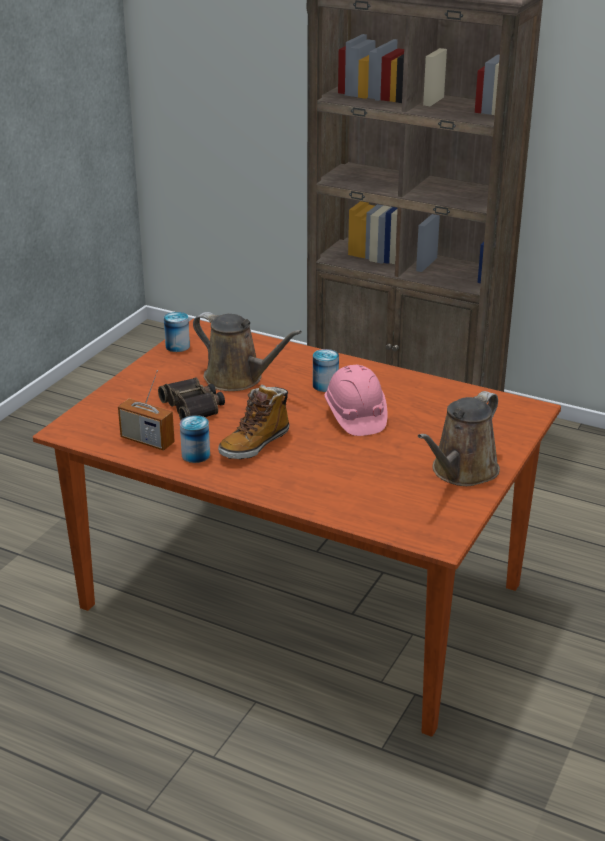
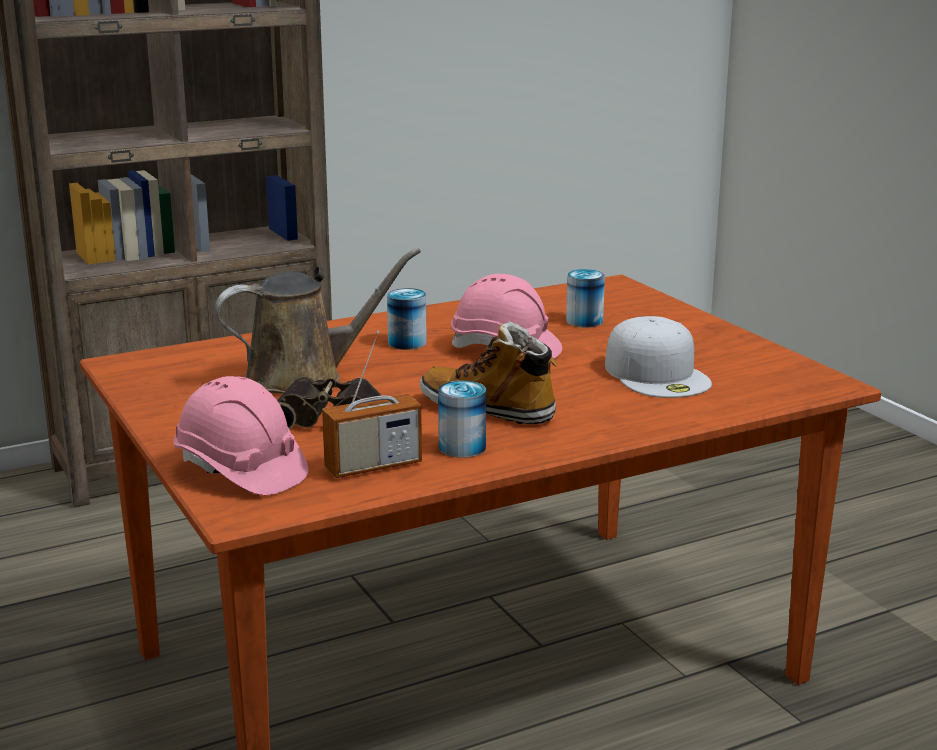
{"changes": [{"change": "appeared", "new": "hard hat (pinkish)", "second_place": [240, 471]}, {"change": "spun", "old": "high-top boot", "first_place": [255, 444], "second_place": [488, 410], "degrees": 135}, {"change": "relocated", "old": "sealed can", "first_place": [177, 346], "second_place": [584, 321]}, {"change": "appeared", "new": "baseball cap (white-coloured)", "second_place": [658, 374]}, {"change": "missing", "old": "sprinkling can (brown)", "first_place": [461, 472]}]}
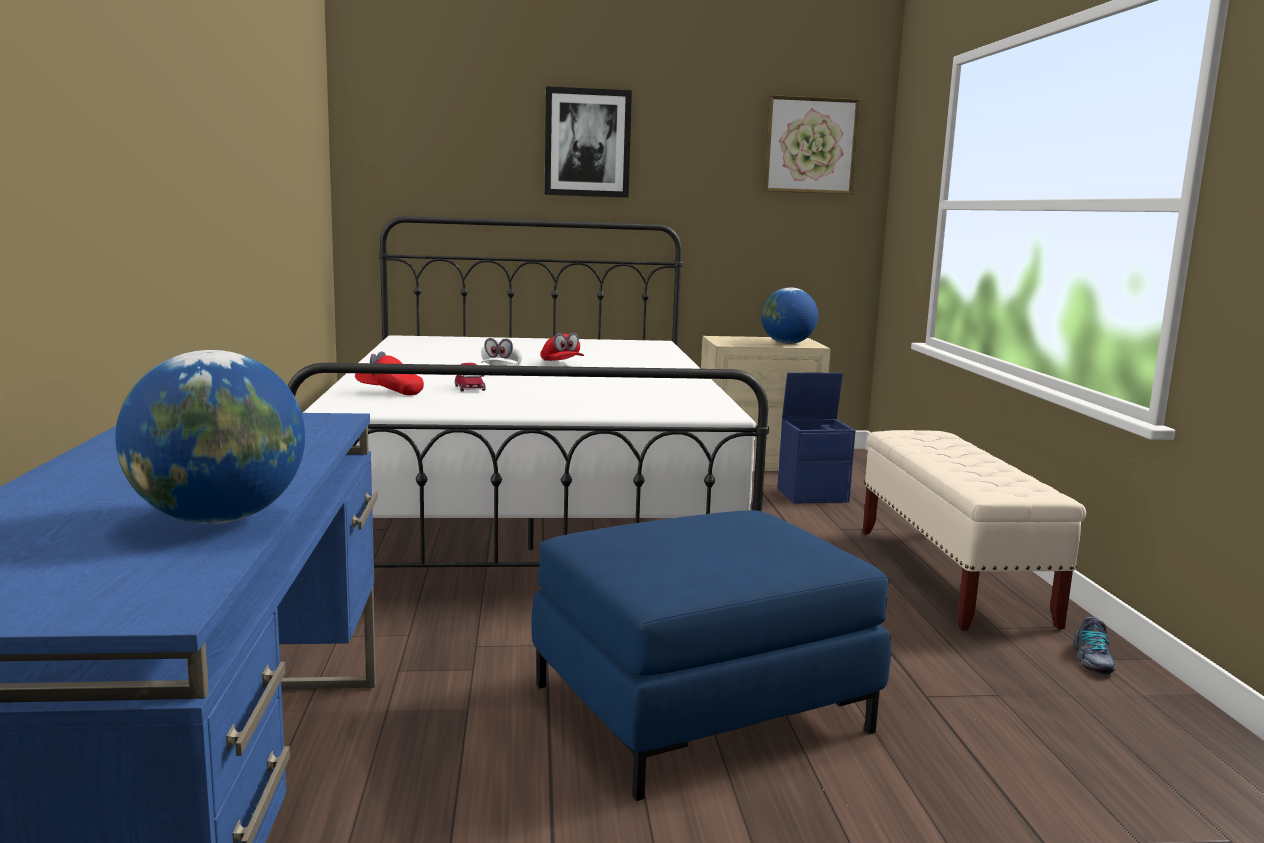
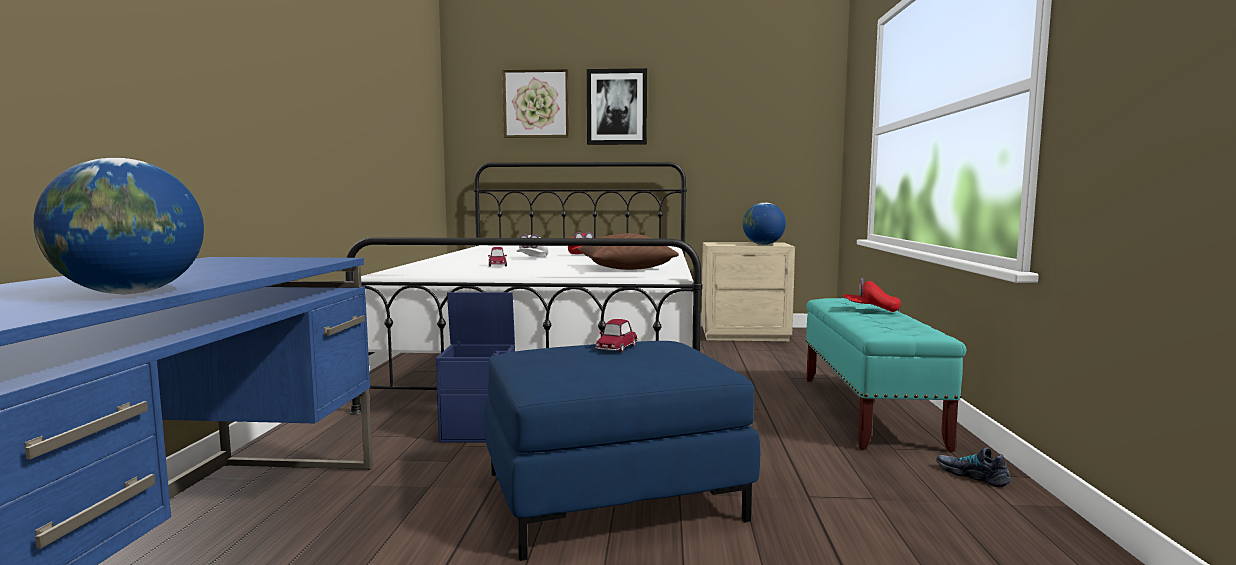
{"changes": [{"change": "relocated", "old": "storage container (blue-coloured)", "first_place": [813, 495], "second_place": [481, 431]}, {"change": "relocated", "old": "wall art", "first_place": [810, 145], "second_place": [536, 104]}, {"change": "appeared", "new": "cushion (brown)", "second_place": [625, 268]}, {"change": "appeared", "new": "model car", "second_place": [616, 348]}, {"change": "colour", "old": "long seat (beige-coloured)", "new": "long seat (turquoise)", "first_place": [951, 576], "second_place": [868, 411]}, {"change": "relocated", "old": "baseball cap (red-coloured)", "first_place": [389, 392], "second_place": [871, 310]}, {"change": "spun", "old": "low shoe", "first_place": [1092, 660], "second_place": [972, 475], "degrees": 120}]}
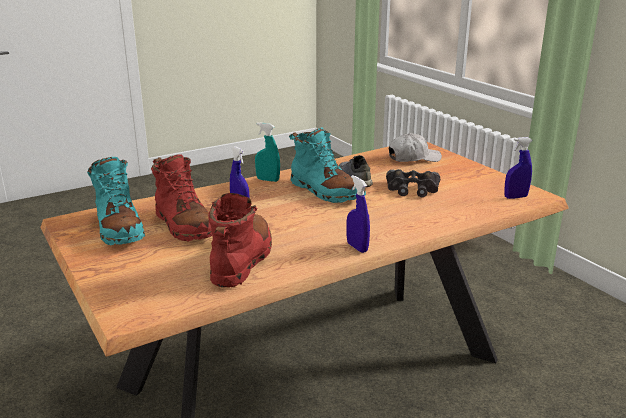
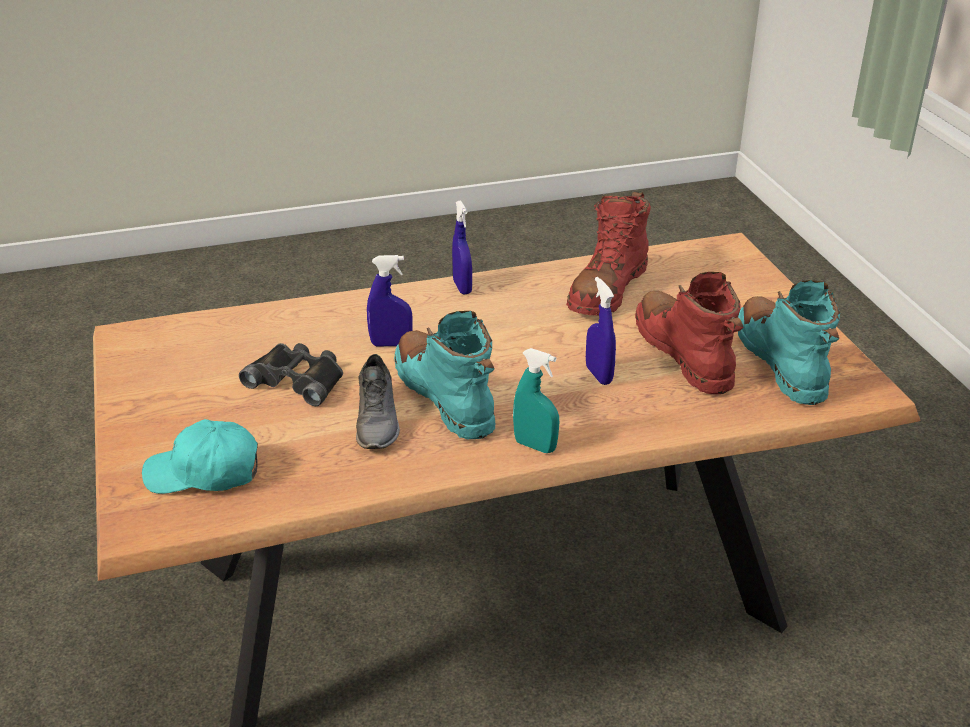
{"changes": [{"change": "colour", "old": "baseball cap (white-coloured)", "new": "baseball cap (turquoise)", "first_place": [413, 158], "second_place": [204, 473]}, {"change": "relocated", "old": "sprayer (blue-coloured)", "first_place": [515, 197], "second_place": [391, 344]}]}
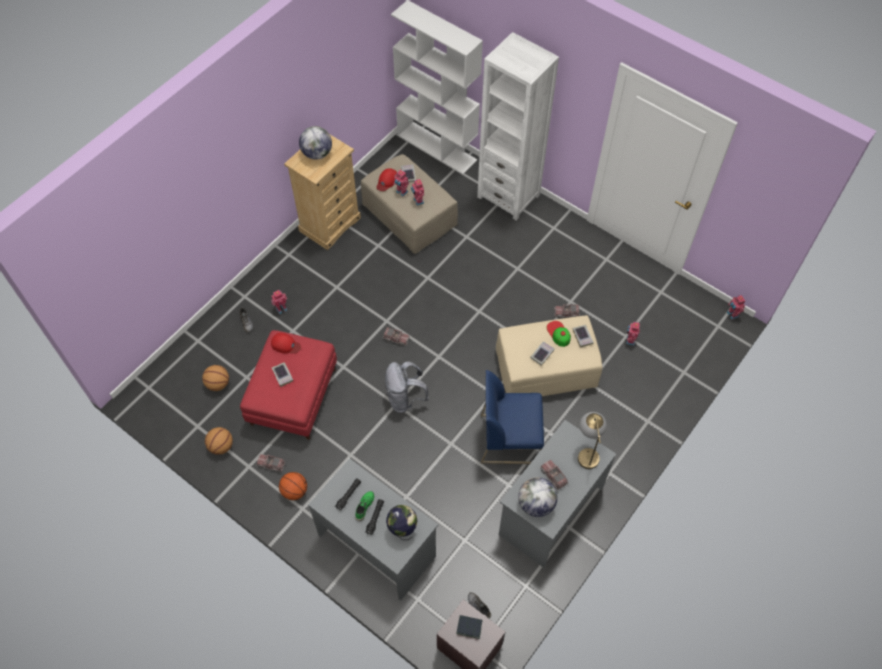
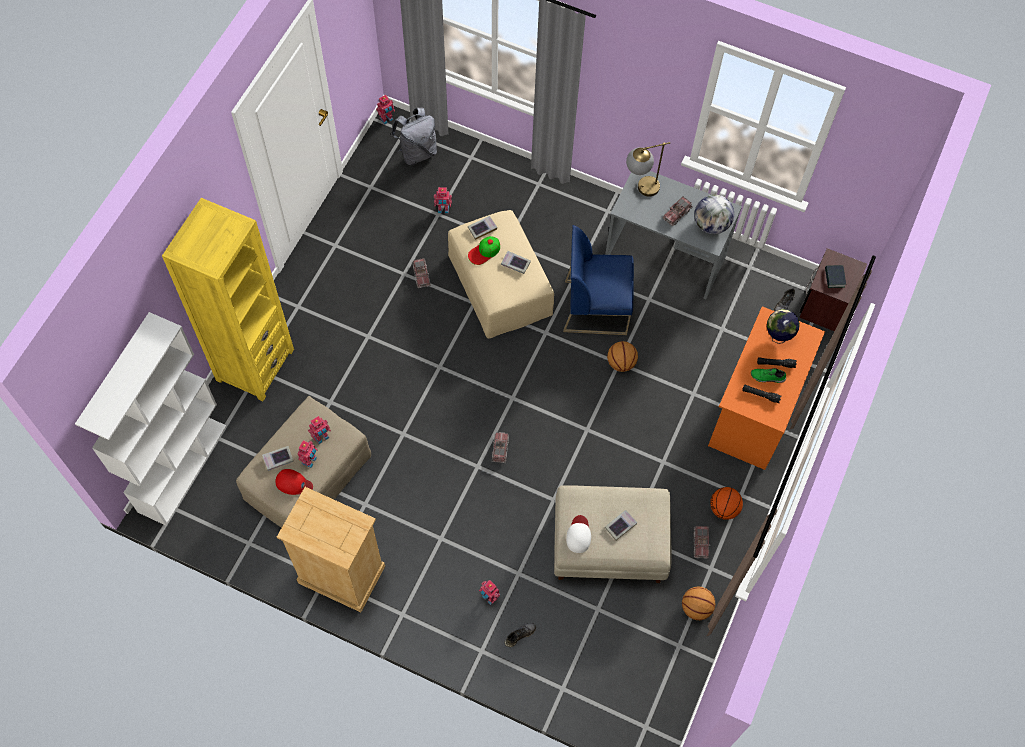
{"changes": [{"change": "colour", "old": "shelving unit (white-coloured)", "new": "shelving unit (yellow)", "first_place": [508, 196], "second_place": [255, 365]}, {"change": "relocated", "old": "knapsack (grey)", "first_place": [405, 398], "second_place": [417, 152]}, {"change": "colour", "old": "pouffe (red-coloured)", "new": "pouffe (beige-coloured)", "first_place": [293, 396], "second_place": [608, 545]}, {"change": "spun", "old": "chair (blue-coloured)", "first_place": [509, 438], "second_place": [596, 307], "degrees": 105}, {"change": "colour", "old": "baseball cap (red-coloured)", "new": "baseball cap (white-coloured)", "first_place": [285, 345], "second_place": [578, 535]}, {"change": "relocated", "old": "basketball ball", "first_place": [218, 383], "second_place": [620, 363]}, {"change": "colour", "old": "desk (grey)", "new": "desk (orangey)", "first_place": [377, 545], "second_place": [754, 409]}, {"change": "missing", "old": "desk globe", "first_place": [317, 153]}]}
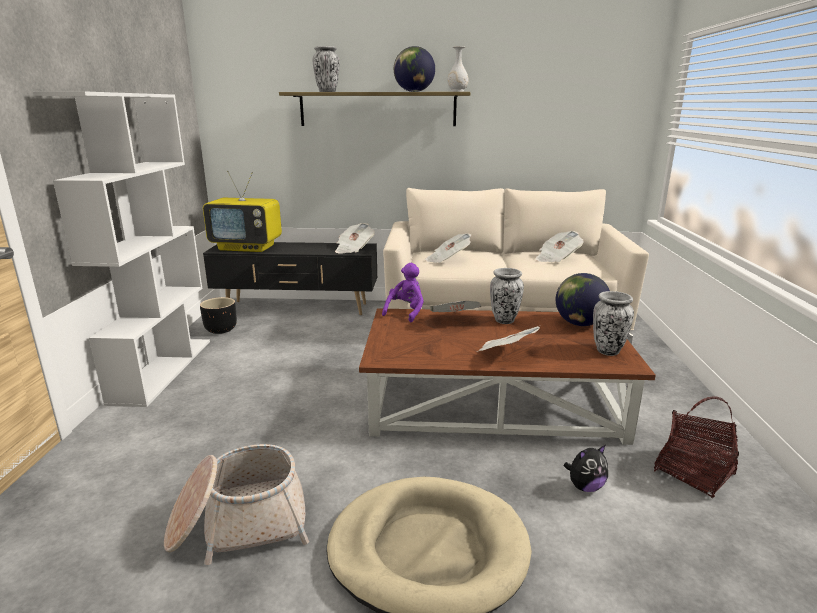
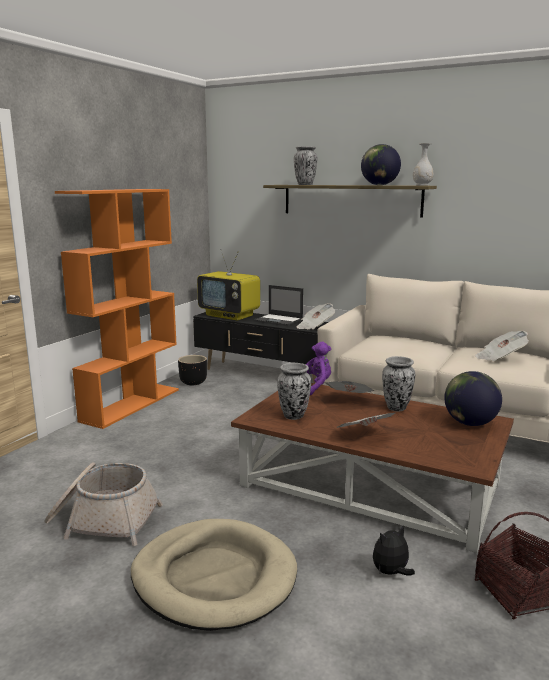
{"changes": [{"change": "colour", "old": "shelving unit (white-coloured)", "new": "shelving unit (orangey)", "first_place": [162, 369], "second_place": [131, 404]}, {"change": "appeared", "new": "laptop", "second_place": [279, 320]}, {"change": "relocated", "old": "vase", "first_place": [608, 351], "second_place": [294, 416]}, {"change": "spun", "old": "cuddly toy", "first_place": [585, 487], "second_place": [391, 573], "degrees": 150}, {"change": "missing", "old": "printed paper", "first_place": [447, 260]}]}
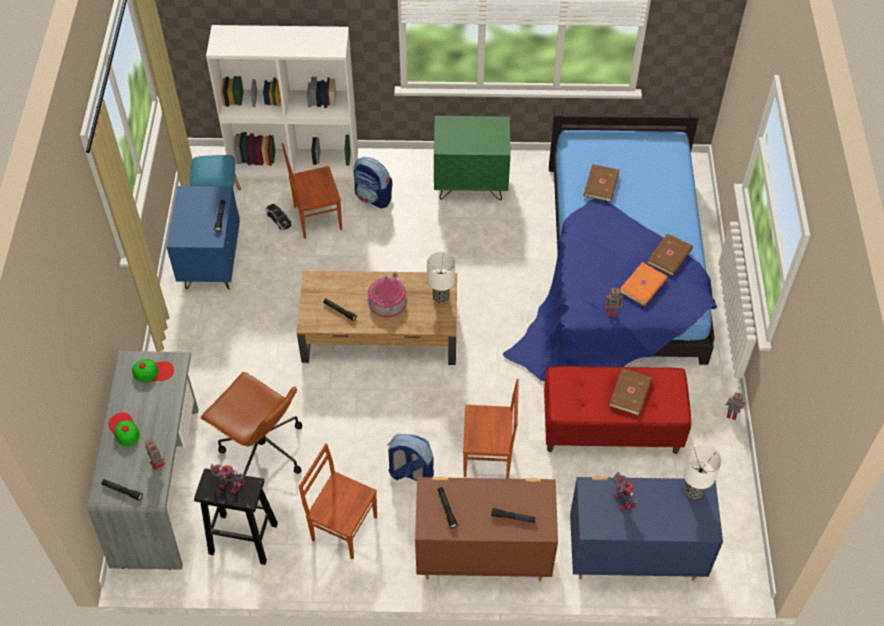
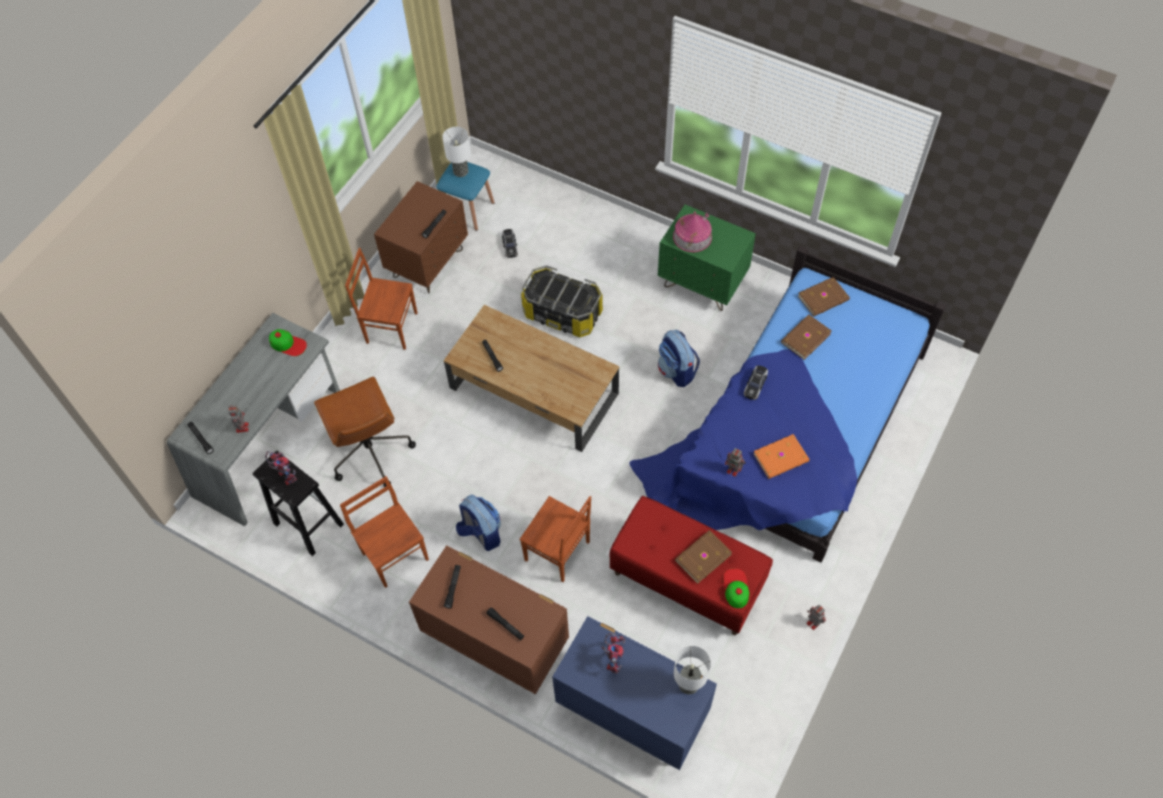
{"changes": [{"change": "relocated", "old": "chair (brown)", "first_place": [316, 217], "second_place": [391, 327]}, {"change": "colour", "old": "night table (blue-coloured)", "new": "night table (brown)", "first_place": [211, 264], "second_place": [428, 263]}, {"change": "relocated", "old": "lamp for a table", "first_place": [440, 297], "second_place": [460, 171]}, {"change": "appeared", "new": "storage container", "second_place": [562, 313]}, {"change": "relocated", "old": "knapsack", "first_place": [373, 197], "second_place": [677, 371]}, {"change": "relocated", "old": "toy house", "first_place": [387, 300], "second_place": [692, 236]}, {"change": "relocated", "old": "baseball cap", "first_place": [124, 429], "second_place": [736, 588]}, {"change": "appeared", "new": "model car", "second_place": [755, 385]}, {"change": "relocated", "old": "bound book (brown)", "first_place": [670, 256], "second_place": [824, 299]}, {"change": "missing", "old": "shelving unit (white-coloured)", "first_place": [296, 163]}]}
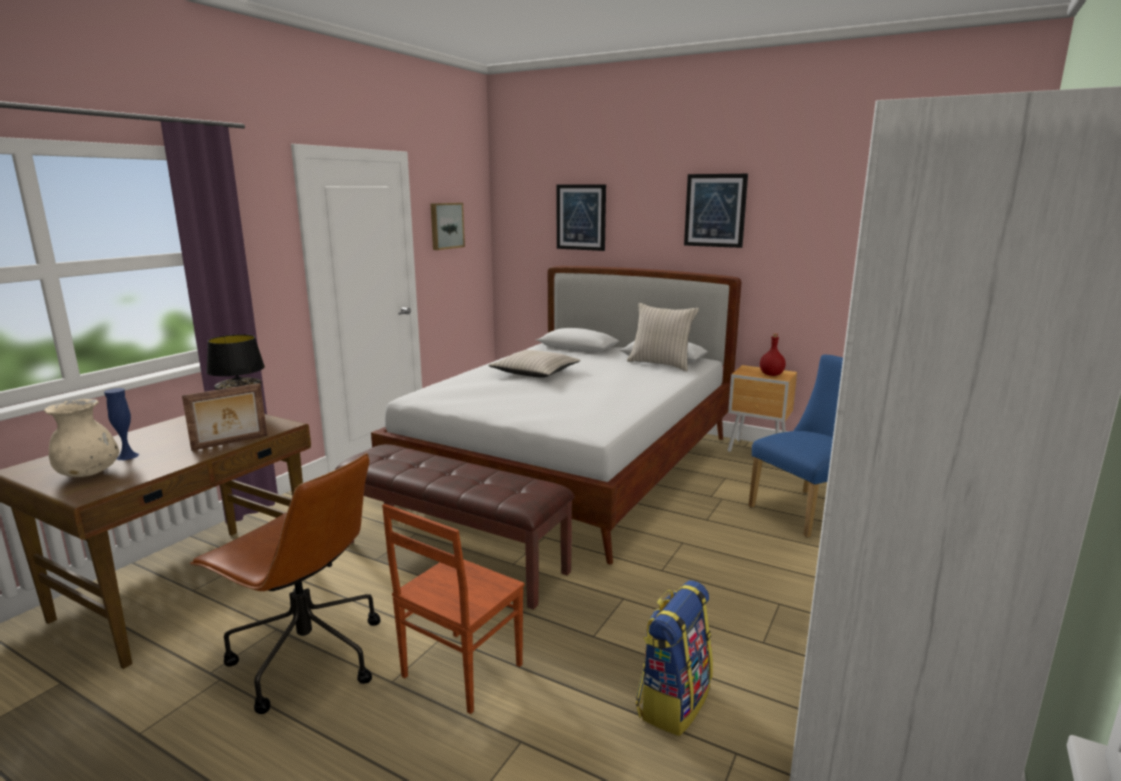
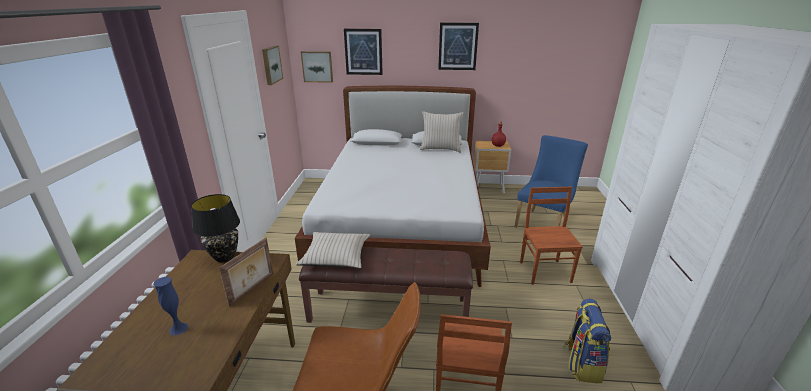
{"changes": [{"change": "relocated", "old": "cushion (beige-coloured)", "first_place": [535, 372], "second_place": [335, 256]}, {"change": "appeared", "new": "wall art", "second_place": [317, 66]}, {"change": "appeared", "new": "chair (brown)", "second_place": [545, 271]}, {"change": "missing", "old": "vase (beige-coloured)", "first_place": [88, 473]}]}
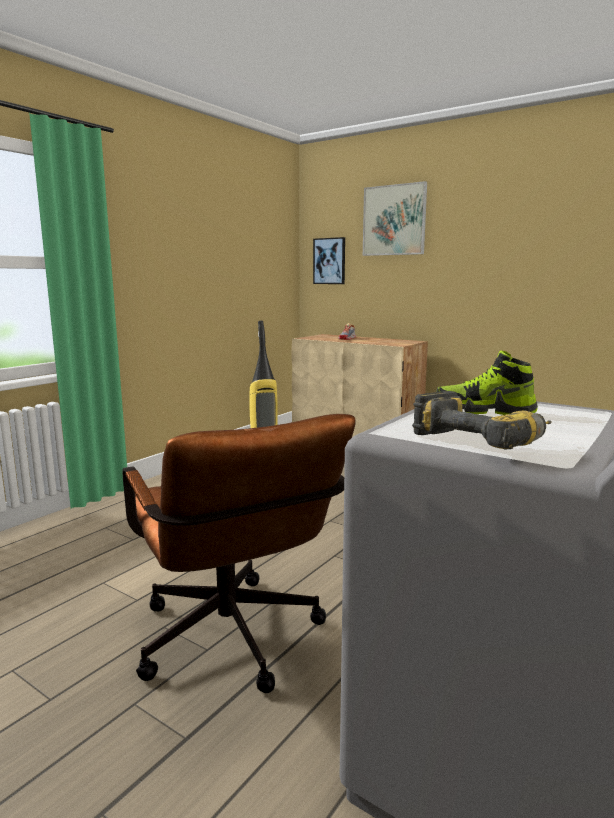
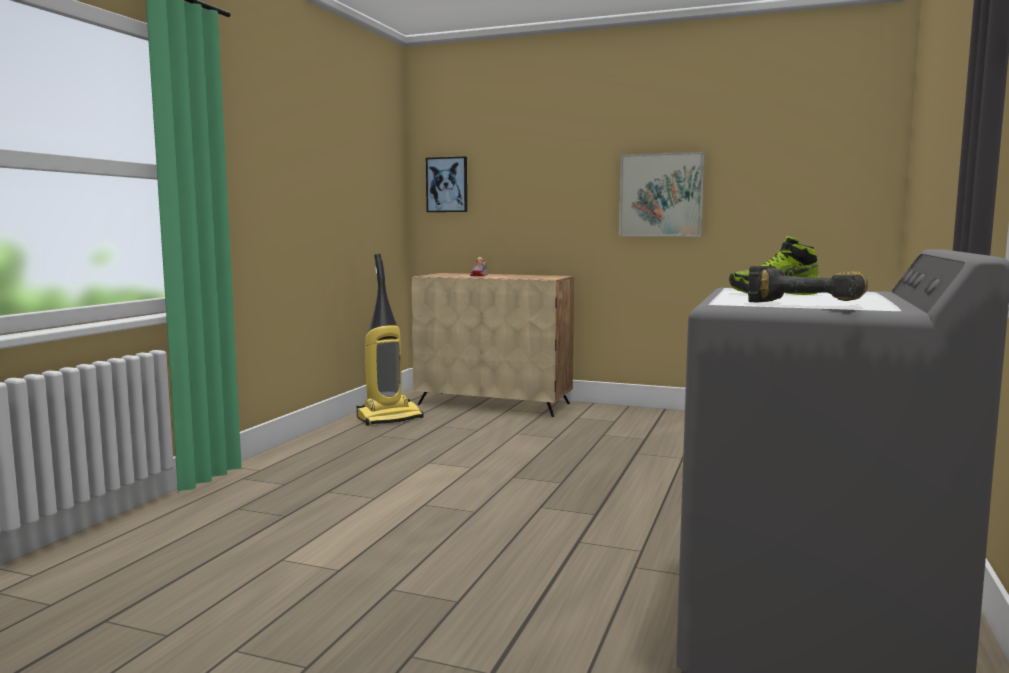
{"changes": [{"change": "relocated", "old": "wall art", "first_place": [394, 220], "second_place": [661, 195]}, {"change": "missing", "old": "office chair (brown)", "first_place": [234, 644]}]}
